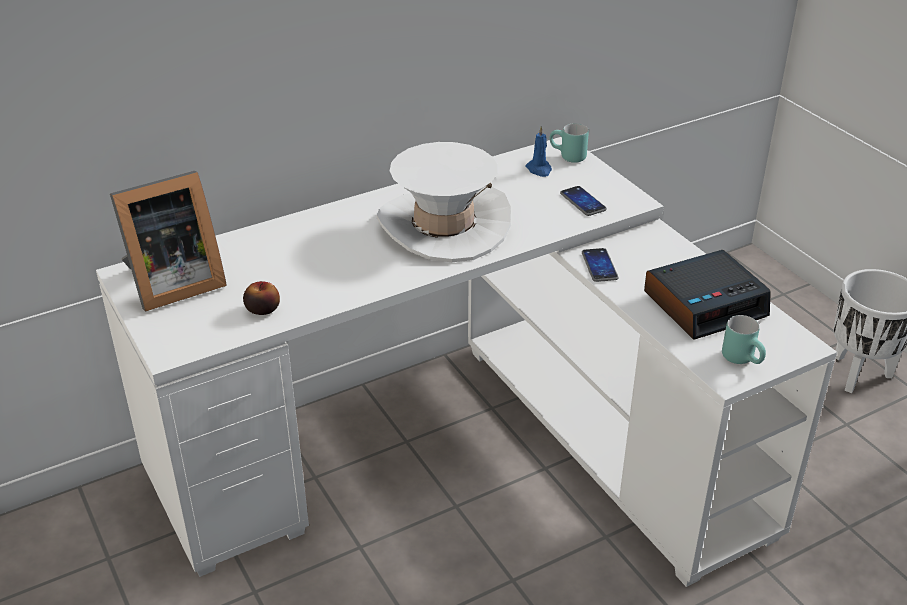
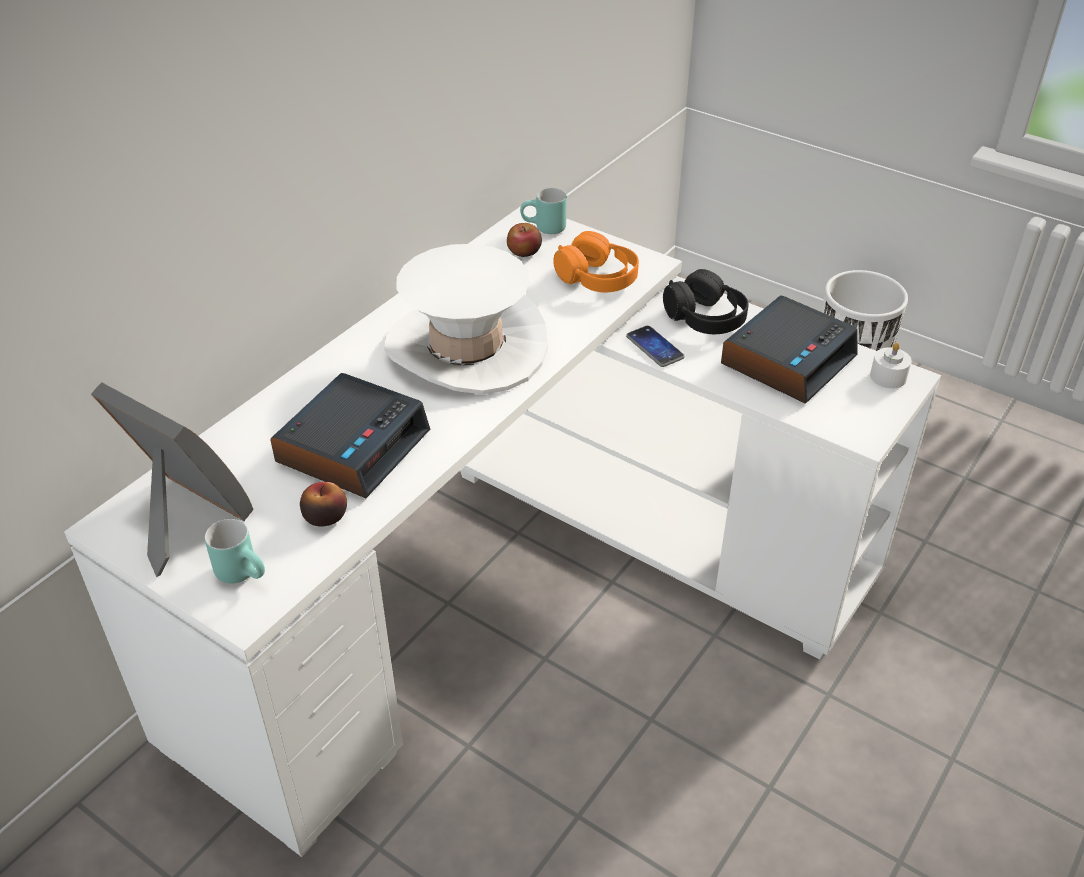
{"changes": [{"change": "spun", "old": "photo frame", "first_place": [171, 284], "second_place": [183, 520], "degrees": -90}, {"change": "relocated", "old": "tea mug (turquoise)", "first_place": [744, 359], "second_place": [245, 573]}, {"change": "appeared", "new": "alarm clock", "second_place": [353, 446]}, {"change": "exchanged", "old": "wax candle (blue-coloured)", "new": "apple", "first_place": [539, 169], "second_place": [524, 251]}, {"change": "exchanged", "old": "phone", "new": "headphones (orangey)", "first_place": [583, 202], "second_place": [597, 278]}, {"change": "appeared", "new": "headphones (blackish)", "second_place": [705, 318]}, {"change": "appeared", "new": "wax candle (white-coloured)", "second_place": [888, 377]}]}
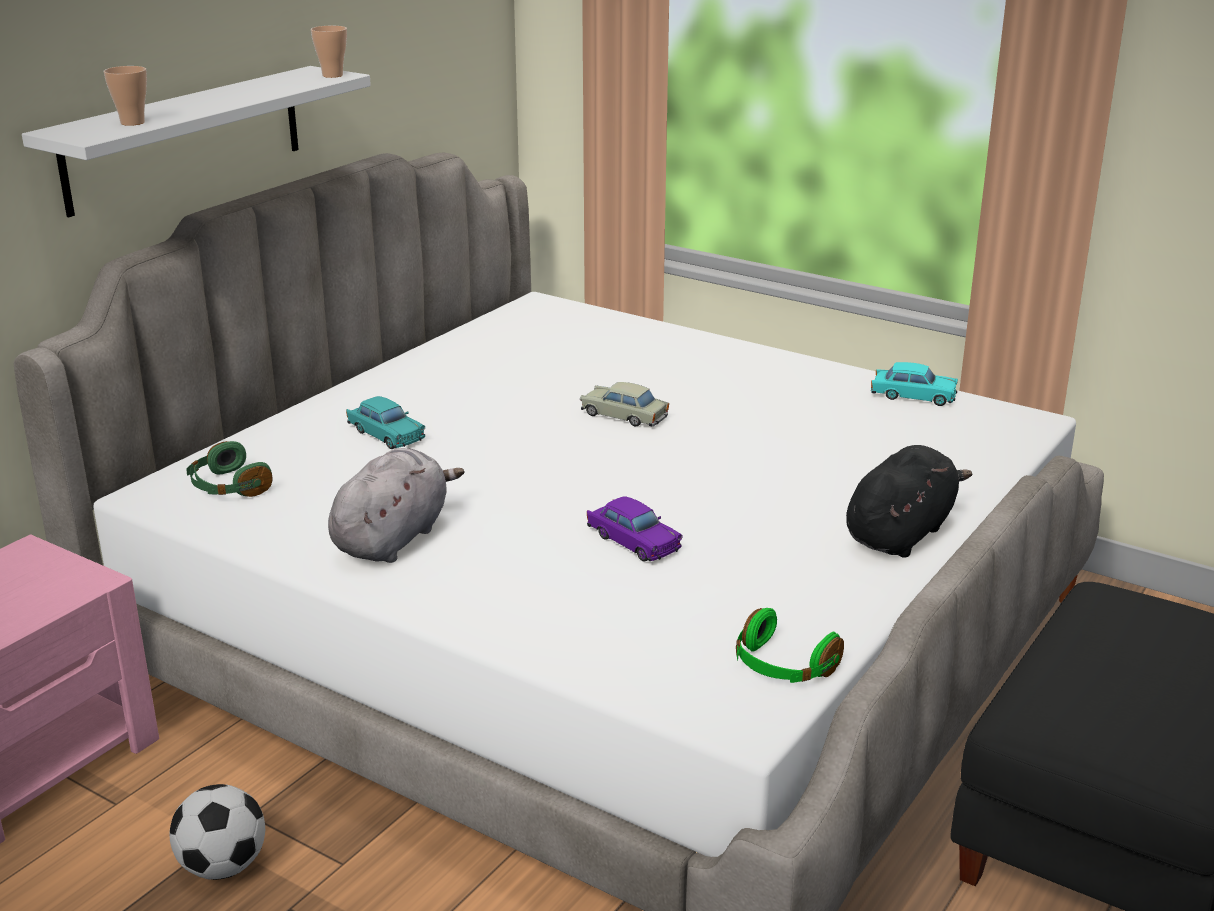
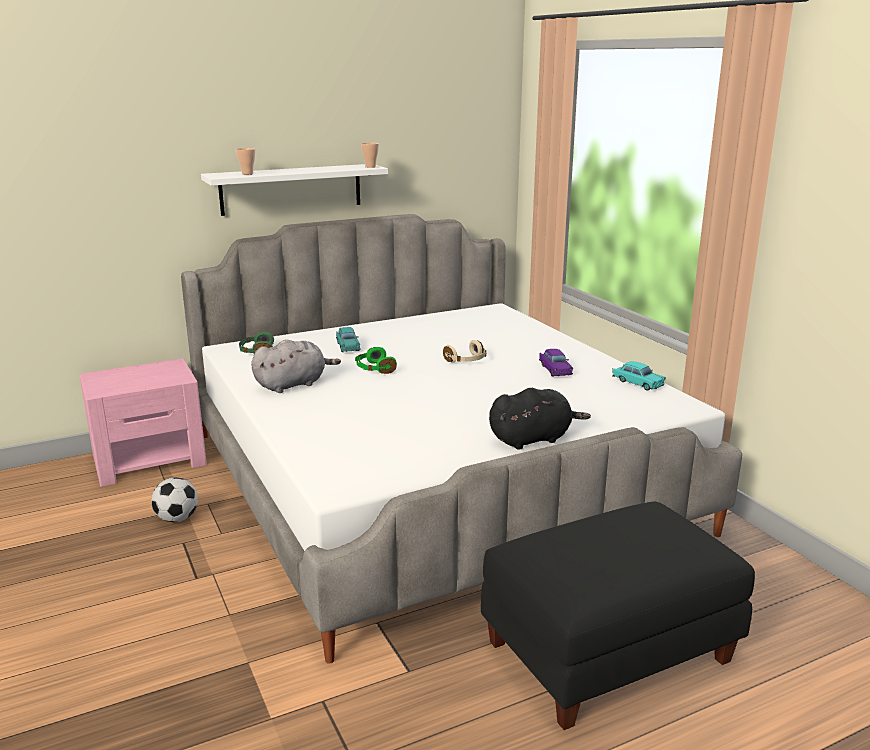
{"changes": [{"change": "relocated", "old": "headphones (green-coloured)", "first_place": [782, 667], "second_place": [374, 369]}, {"change": "exchanged", "old": "model car (beige-coloured)", "new": "headphones (beige-coloured)", "first_place": [624, 416], "second_place": [466, 361]}, {"change": "relocated", "old": "model car (purple)", "first_place": [633, 541], "second_place": [555, 369]}]}
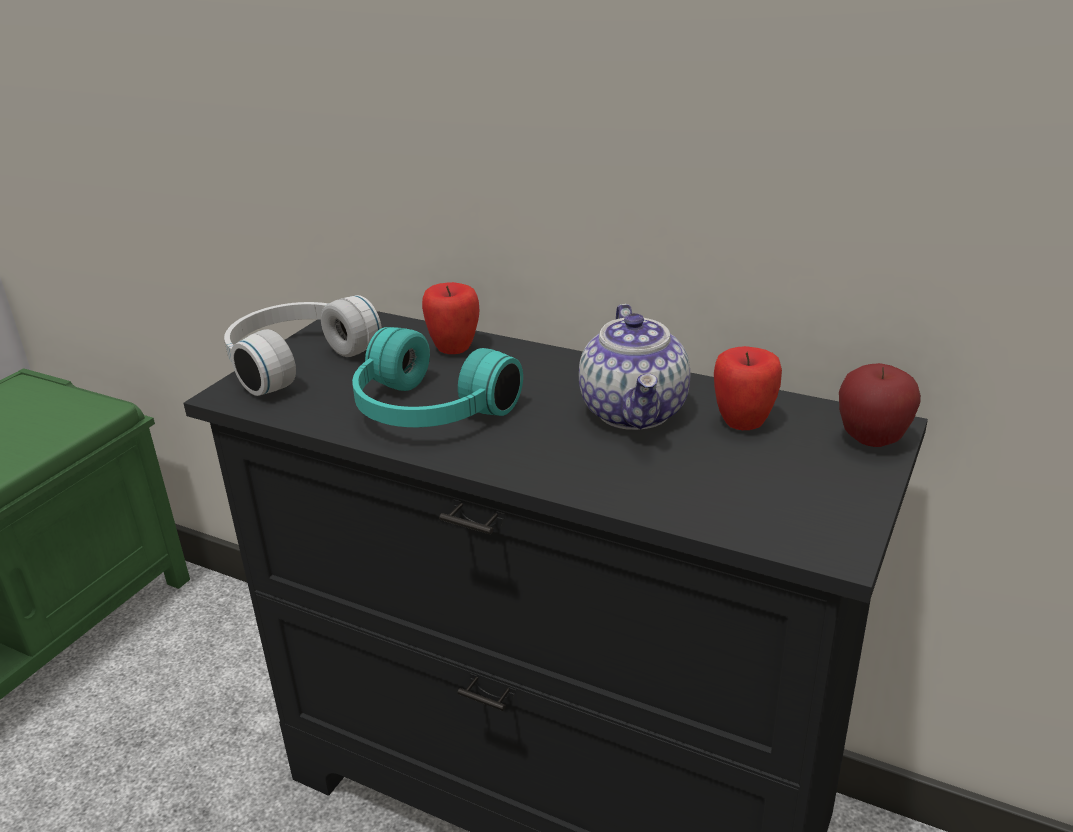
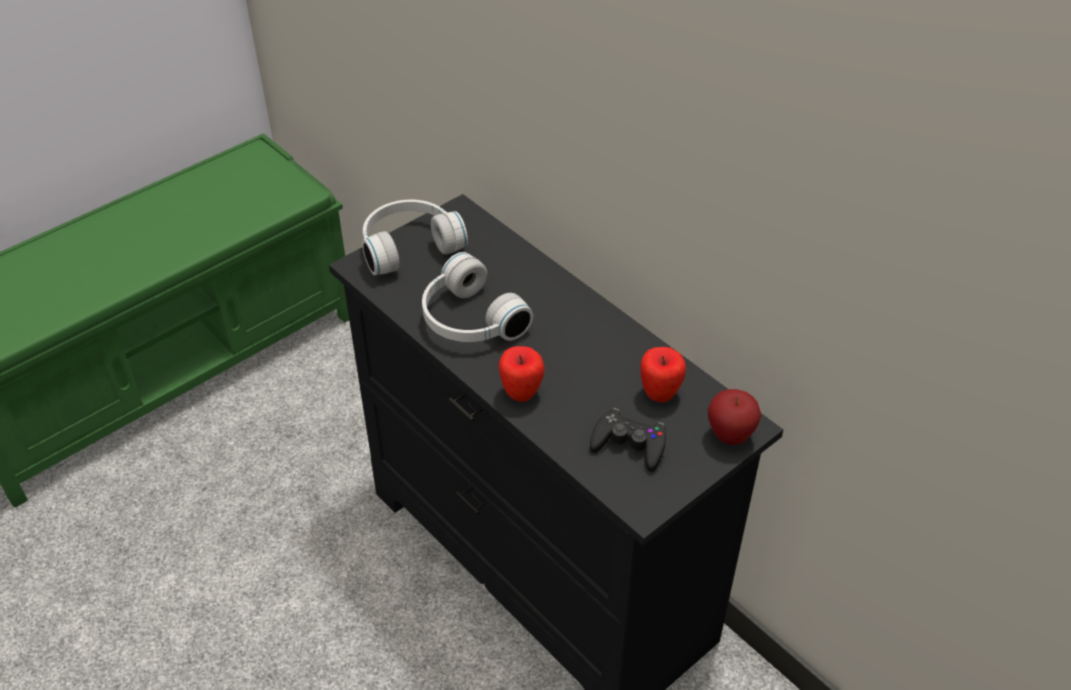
{"changes": [{"change": "colour", "old": "headphones (turquoise)", "new": "headphones (white-coloured)", "first_place": [425, 412], "second_place": [468, 320]}, {"change": "relocated", "old": "apple", "first_place": [454, 348], "second_place": [521, 393]}, {"change": "appeared", "new": "joypad (blackish)", "second_place": [629, 445]}, {"change": "missing", "old": "pot for tea", "first_place": [635, 412]}]}
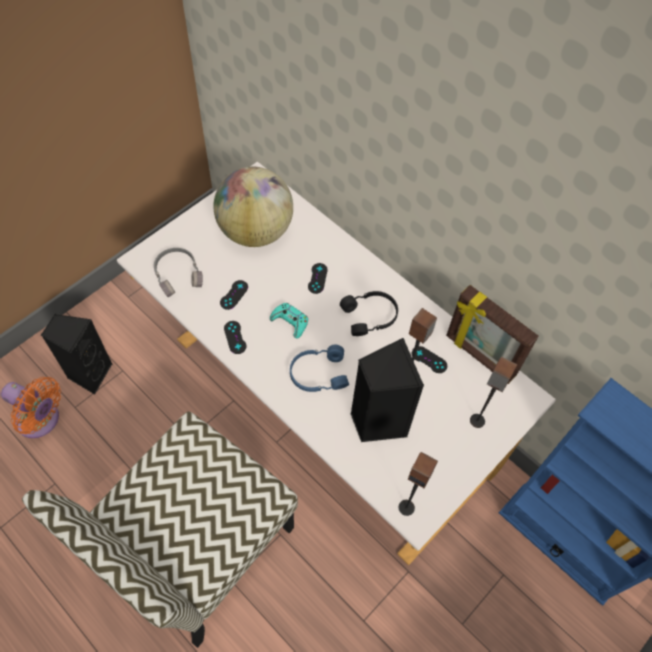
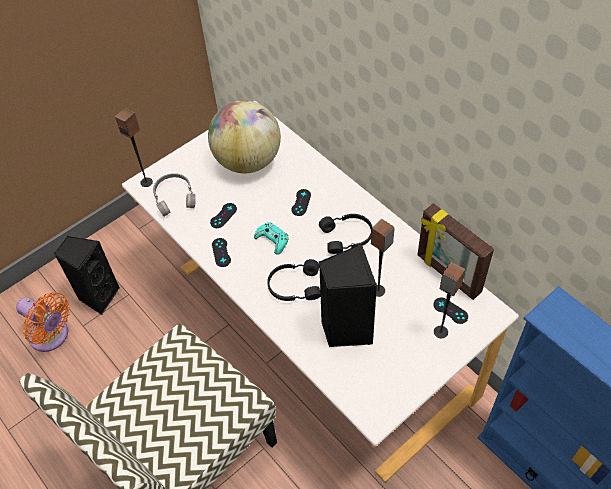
{"changes": [{"change": "relocated", "old": "audio speaker", "first_place": [406, 507], "second_place": [146, 182]}, {"change": "colour", "old": "headphones (blue-coloured)", "new": "headphones (blackish)", "first_place": [318, 373], "second_place": [294, 285]}, {"change": "relocated", "old": "joypad (blackish)", "first_place": [429, 359], "second_place": [450, 310]}]}
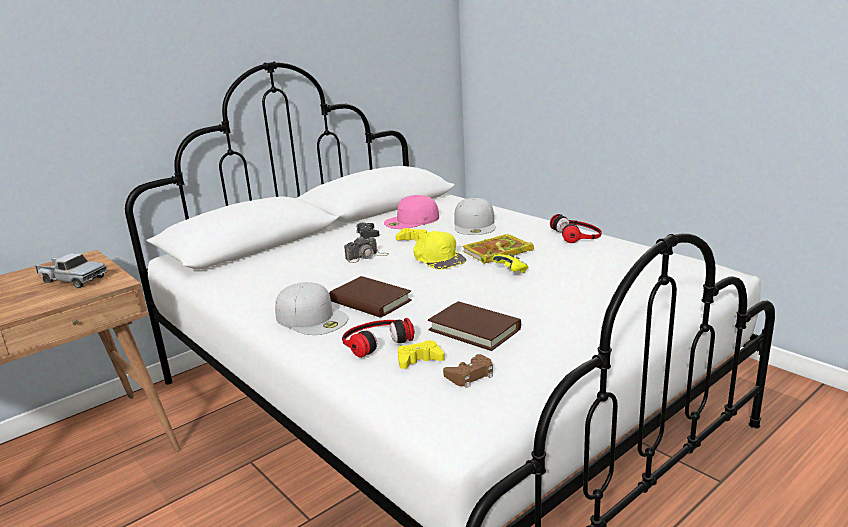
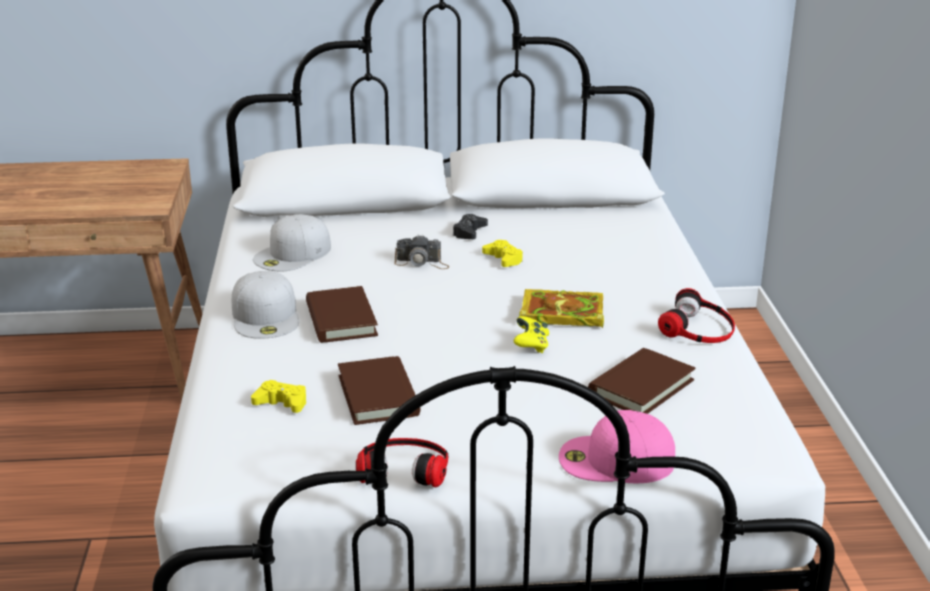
{"changes": [{"change": "relocated", "old": "baseball cap (white-coloured)", "first_place": [475, 225], "second_place": [293, 254]}, {"change": "relocated", "old": "headphones", "first_place": [375, 340], "second_place": [404, 467]}, {"change": "relocated", "old": "baseball cap (pinkish)", "first_place": [411, 220], "second_place": [615, 460]}, {"change": "appeared", "new": "bound book (brown)", "second_place": [641, 387]}, {"change": "missing", "old": "toy truck", "first_place": [72, 279]}, {"change": "missing", "old": "baseball cap (yellow)", "first_place": [438, 258]}, {"change": "missing", "old": "joypad (brown)", "first_place": [470, 375]}]}
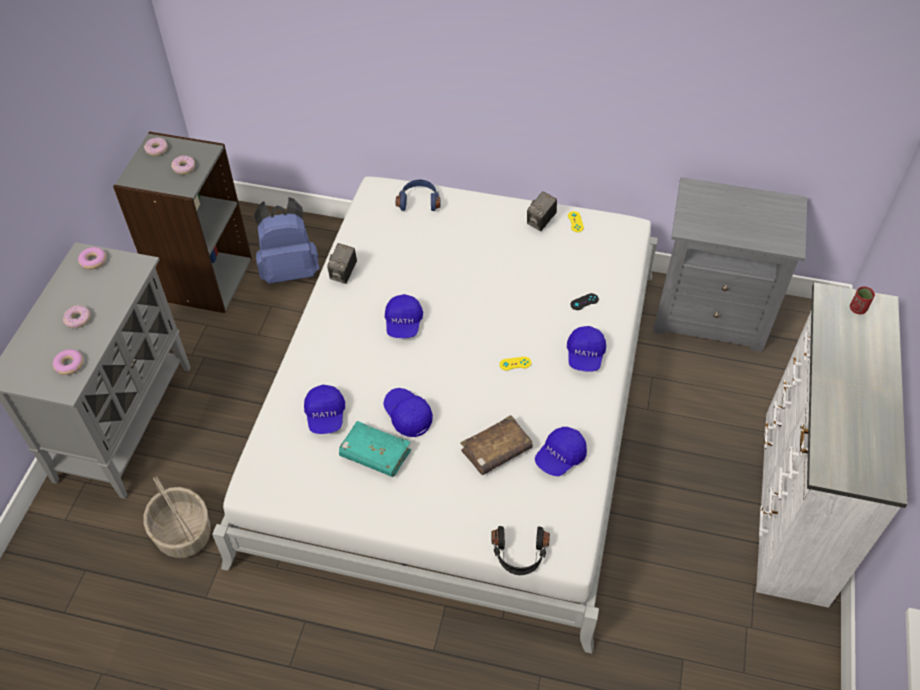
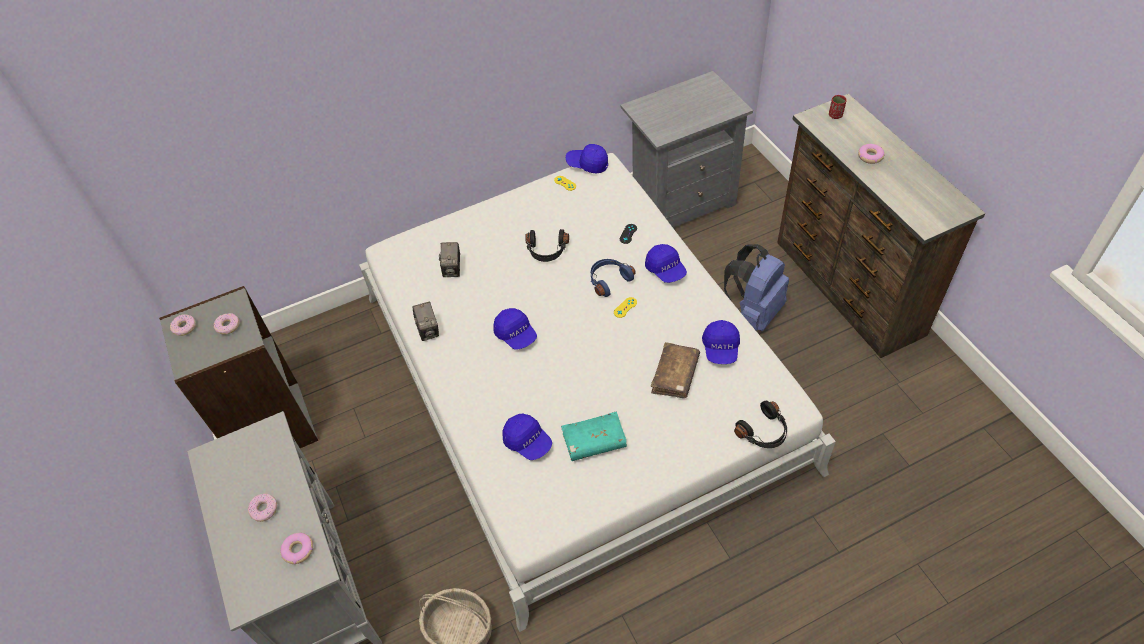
{"changes": [{"change": "relocated", "old": "still camera", "first_place": [541, 222], "second_place": [452, 269]}, {"change": "appeared", "new": "headphones (blackish)", "second_place": [547, 251]}, {"change": "relocated", "old": "baseball cap (blue-coloured)", "first_place": [407, 416], "second_place": [587, 164]}, {"change": "relocated", "old": "headphones (blue-coloured)", "first_place": [419, 201], "second_place": [609, 280]}, {"change": "relocated", "old": "knapsack (blue-coloured)", "first_place": [290, 270], "second_place": [754, 312]}, {"change": "colour", "old": "chest of drawers (white-coloured)", "new": "chest of drawers (brown)", "first_place": [791, 504], "second_place": [847, 289]}, {"change": "relocated", "old": "doughnut", "first_place": [93, 261], "second_place": [870, 156]}]}
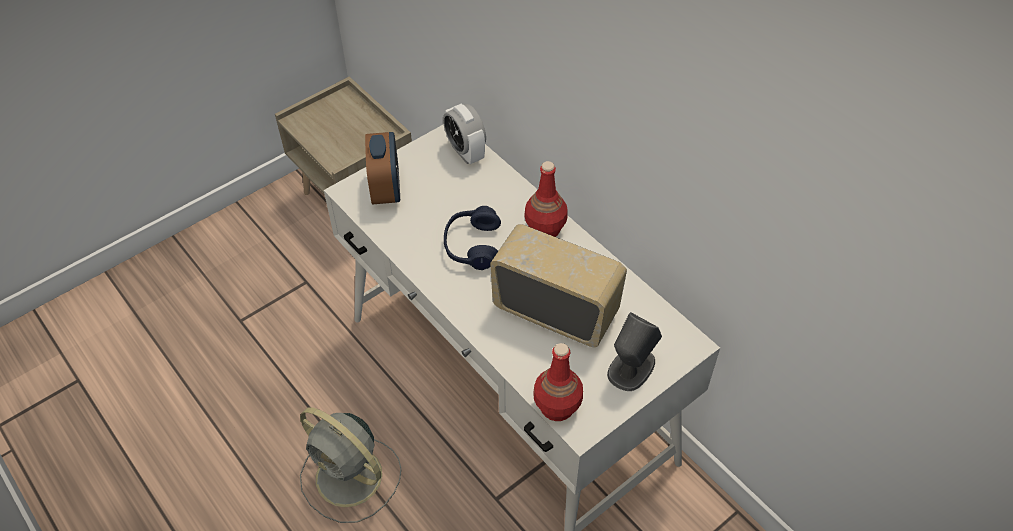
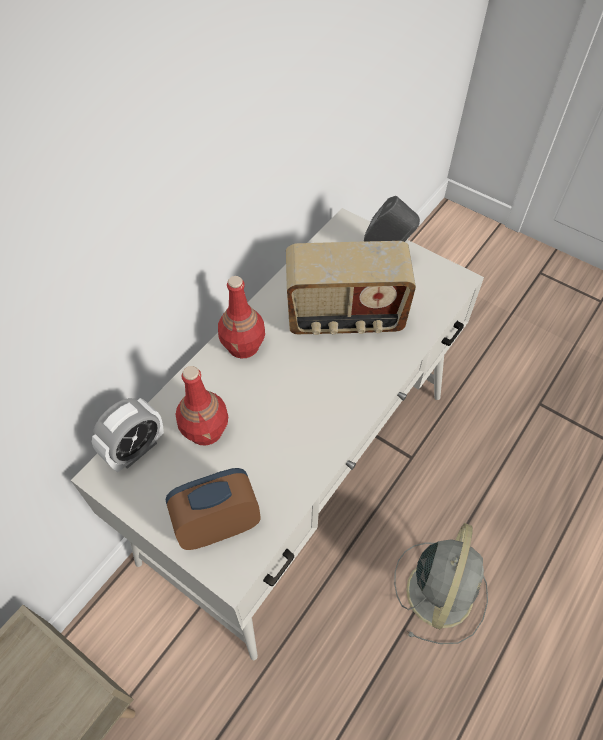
{"changes": [{"change": "relocated", "old": "beverage bottle (red-coloured)", "first_place": [557, 407], "second_place": [206, 430]}, {"change": "spun", "old": "radio receiver", "first_place": [556, 310], "second_place": [345, 317], "degrees": -105}, {"change": "missing", "old": "headphones (blue-coloured)", "first_place": [472, 245]}]}
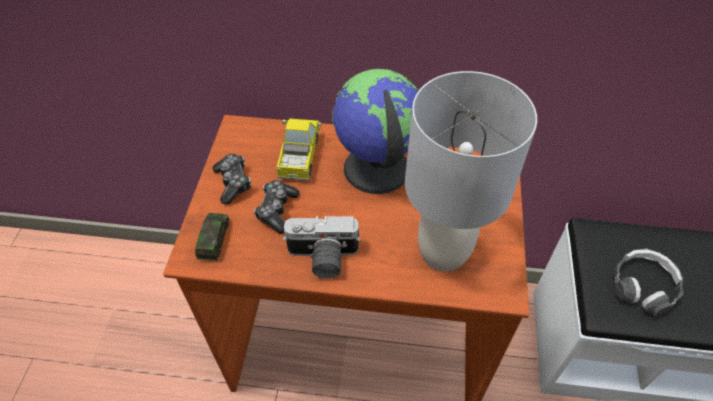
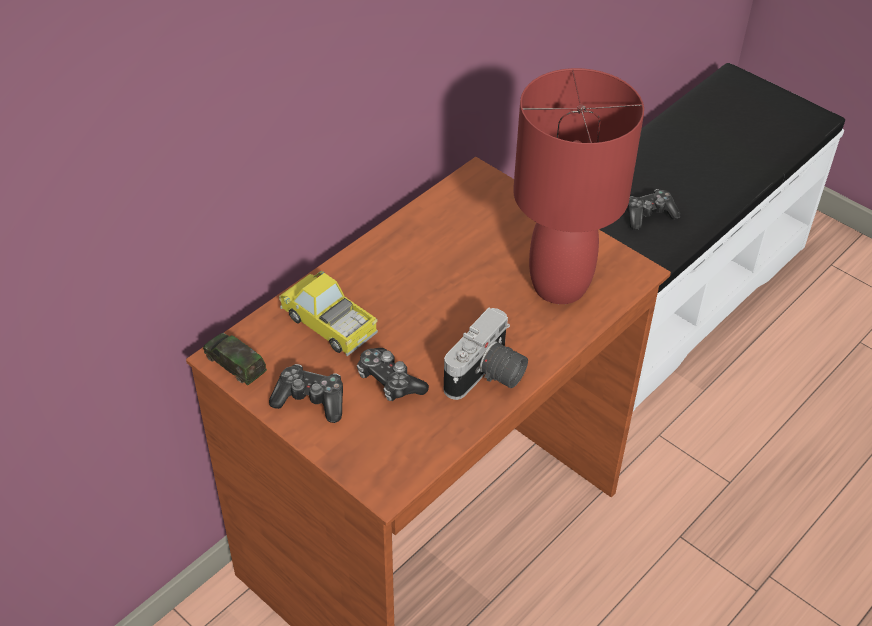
{"changes": [{"change": "relocated", "old": "model car", "first_place": [214, 240], "second_place": [235, 364]}, {"change": "colour", "old": "lamp for a table (grey)", "new": "lamp for a table (red-coloured)", "first_place": [442, 252], "second_place": [558, 286]}, {"change": "exchanged", "old": "headphones", "new": "joypad", "first_place": [643, 286], "second_place": [649, 215]}, {"change": "missing", "old": "desk globe", "first_place": [375, 168]}]}
